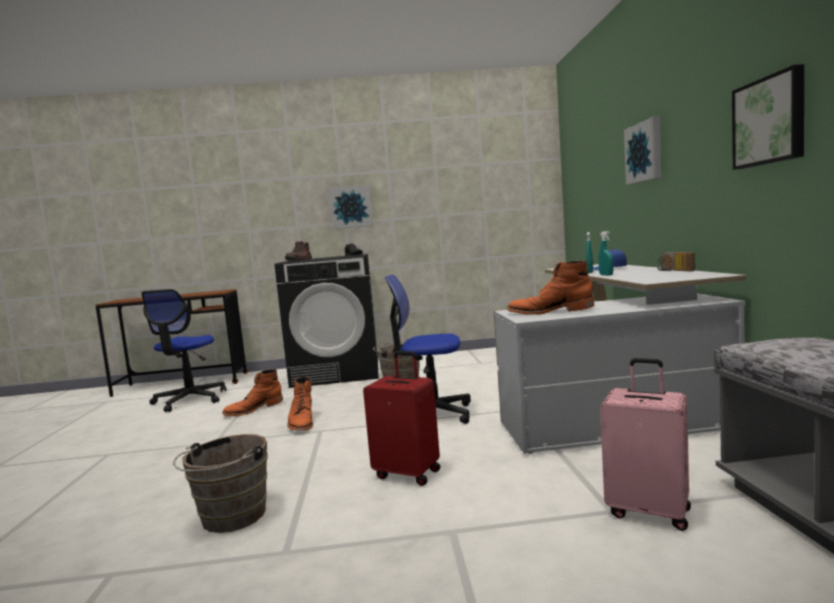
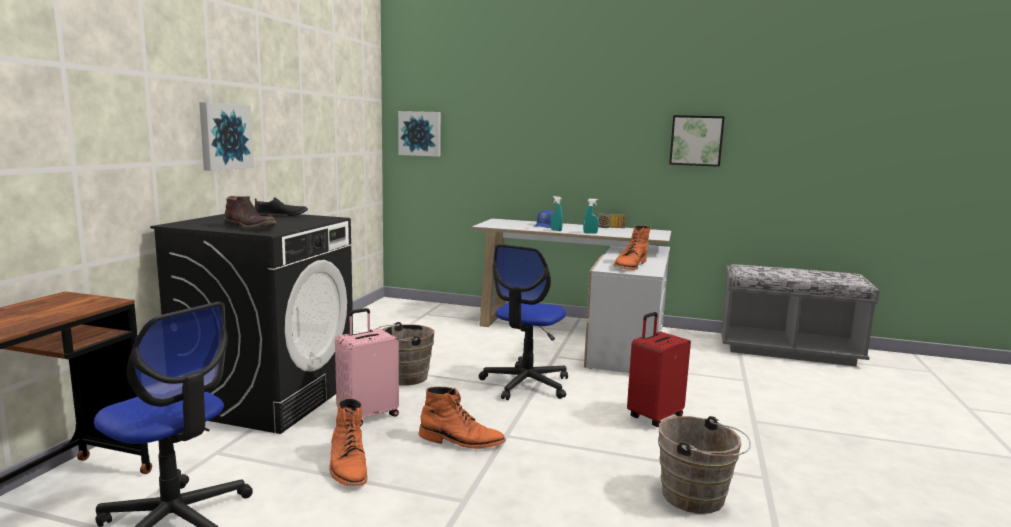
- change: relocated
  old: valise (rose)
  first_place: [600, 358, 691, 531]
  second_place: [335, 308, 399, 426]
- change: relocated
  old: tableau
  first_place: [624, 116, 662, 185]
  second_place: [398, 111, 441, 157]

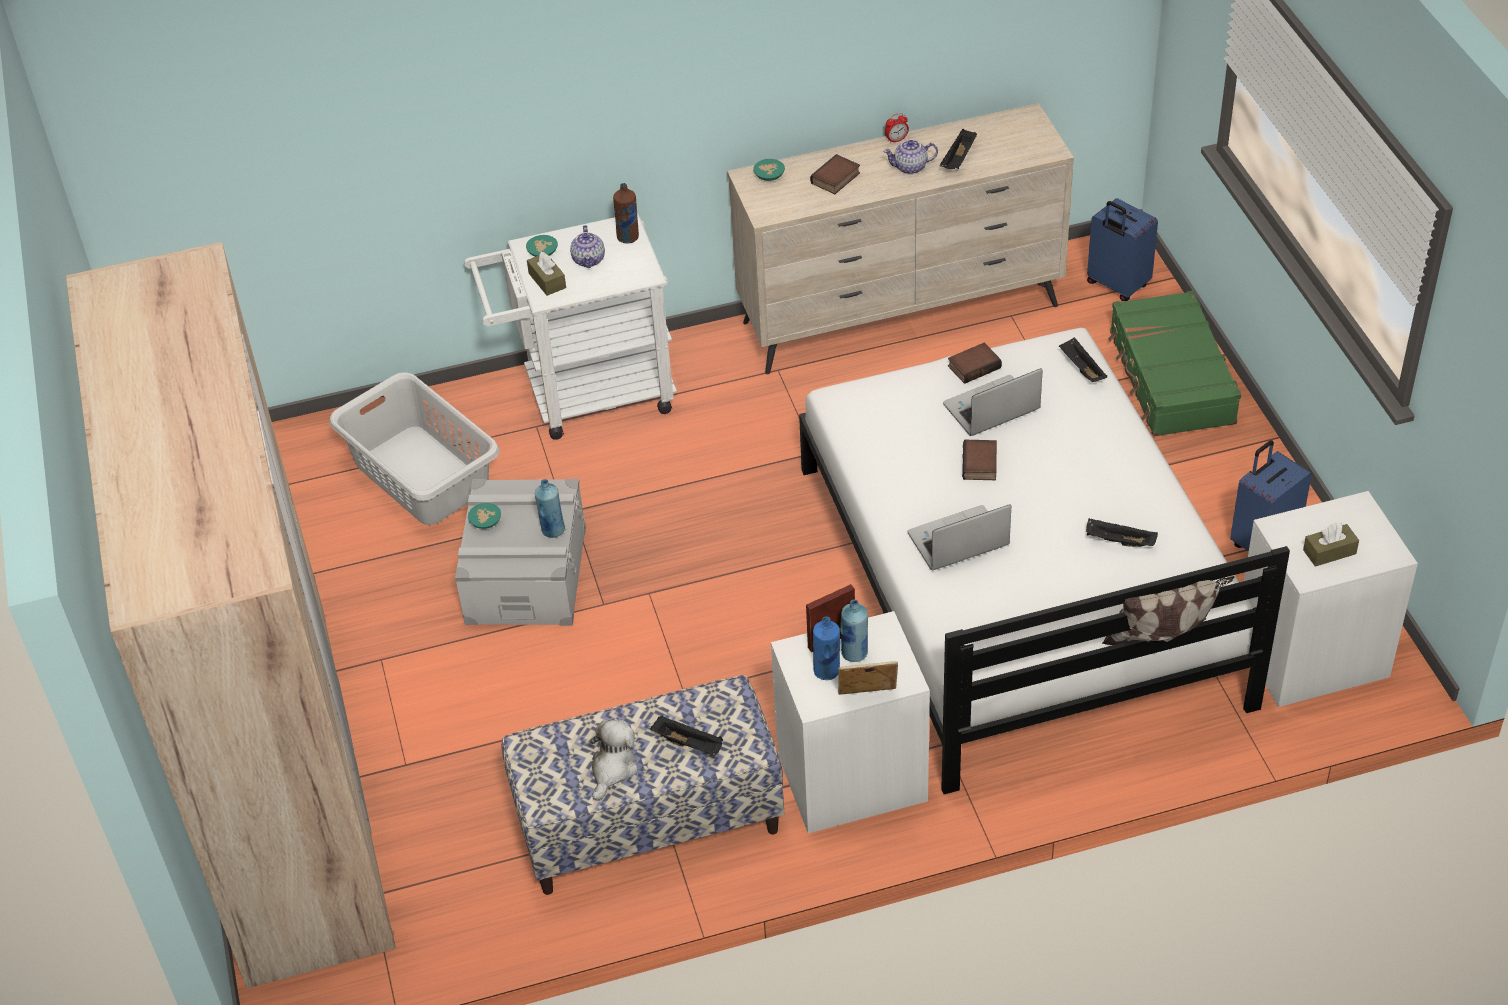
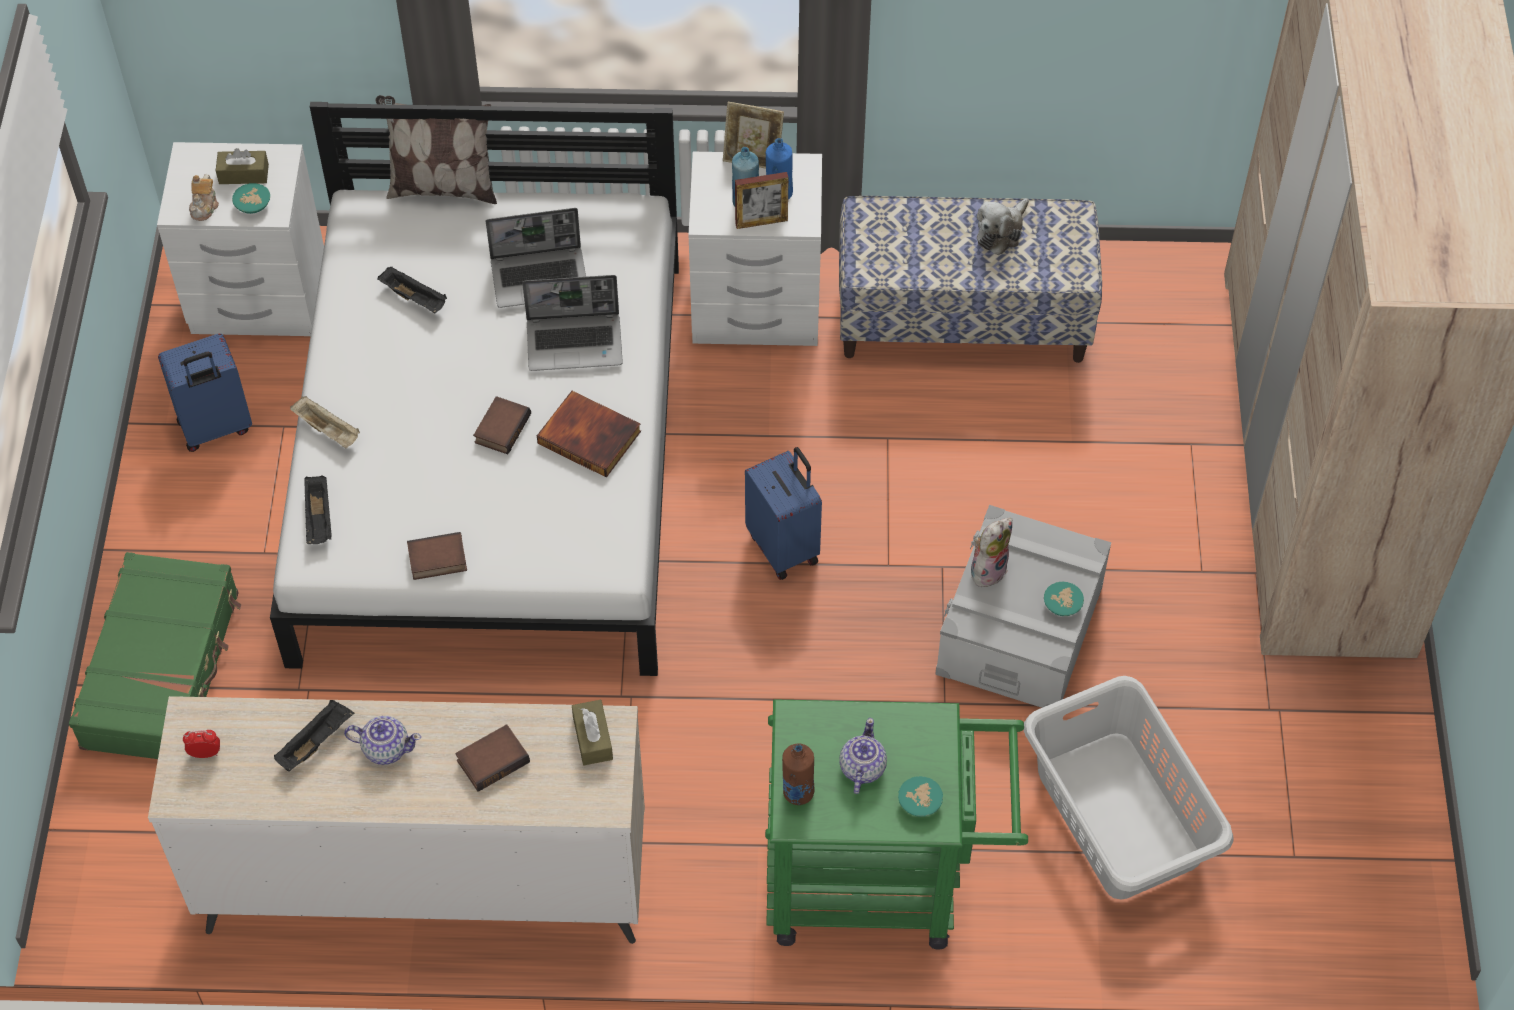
- change: relocated
  old: réveil
  first_place: [885, 113, 909, 144]
  second_place: [183, 730, 220, 758]
- change: appeared
  new: théière
  second_place: [189, 174, 219, 221]
- change: relocated
  old: bol (turquoise)
  first_place: [753, 159, 785, 181]
  second_place: [232, 183, 270, 214]
- change: appeared
  new: plateau (beige)
  second_place: [290, 396, 360, 448]
- change: relocated
  old: ordinateur portable
  first_place: [943, 368, 1043, 436]
  second_place: [486, 208, 586, 308]
- change: appeared
  new: livre
  second_place: [537, 391, 641, 478]
- change: relocated
  old: boîte à mouchoirs (marron)
  first_place: [527, 251, 566, 296]
  second_place: [572, 700, 613, 765]
- change: relocated
  old: valise (bleu)
  first_place: [1087, 198, 1158, 301]
  second_place: [745, 447, 822, 580]
- change: colour
  old: chariot (blanc)
  new: chariot (vert)
  first_place: [464, 213, 677, 440]
  second_place: [765, 699, 1028, 949]
- change: exchanged
  old: bouteille (bleu)
  new: peluche
  first_place: [535, 479, 565, 538]
  second_place: [971, 518, 1012, 587]
- change: missing
  old: plateau (noir)
  first_place: [650, 715, 723, 756]

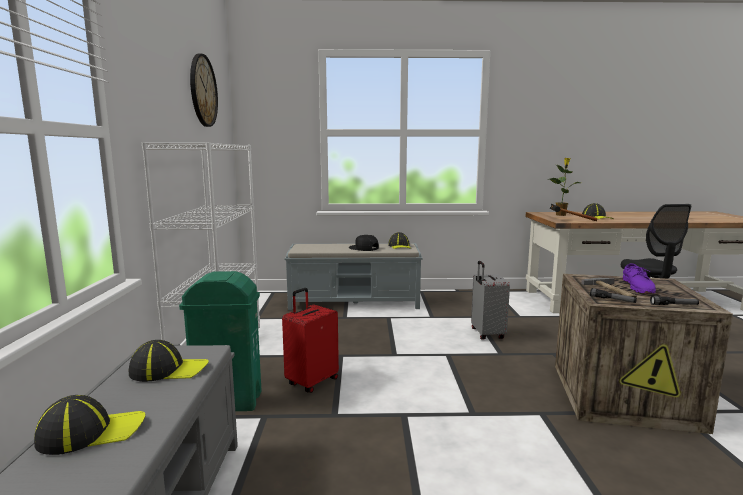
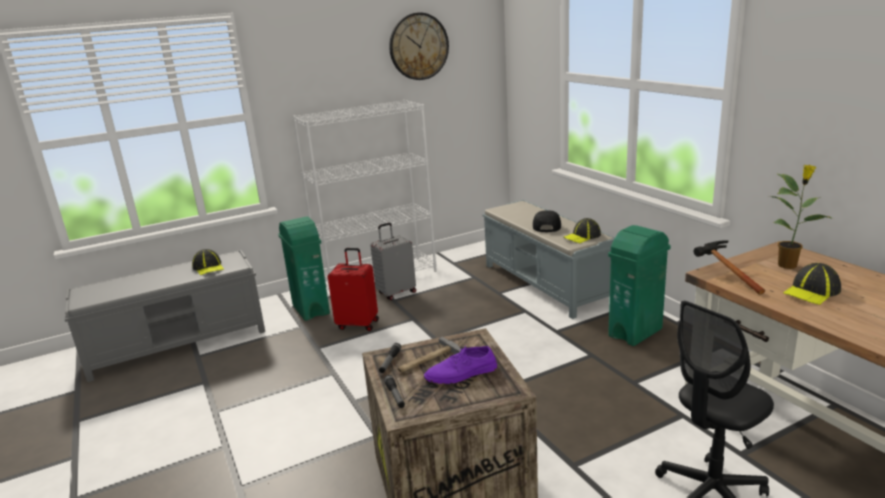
- change: relocated
  old: valise (gris)
  first_place: [471, 261, 510, 340]
  second_place: [370, 223, 416, 300]
- change: appeared
  new: poubelle (vert)
  second_place: [608, 225, 671, 346]
- change: missing
  old: casquette
  first_place: [34, 395, 145, 455]

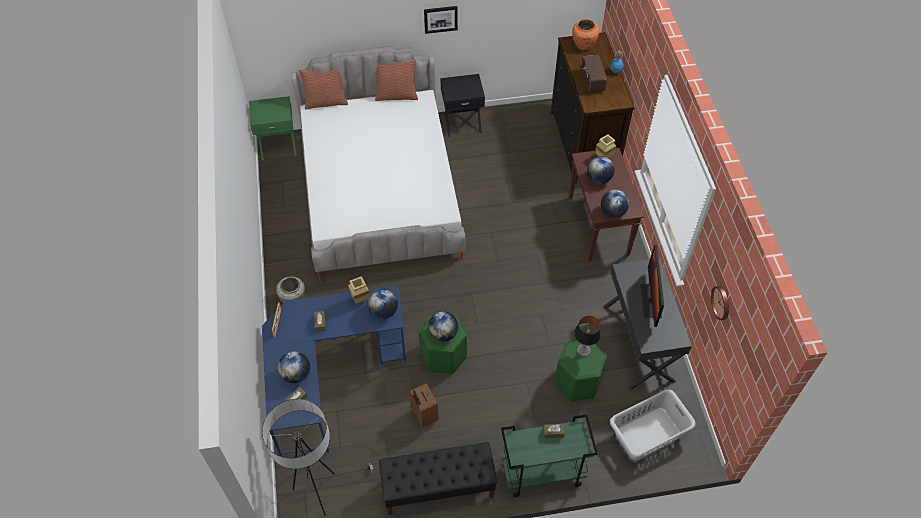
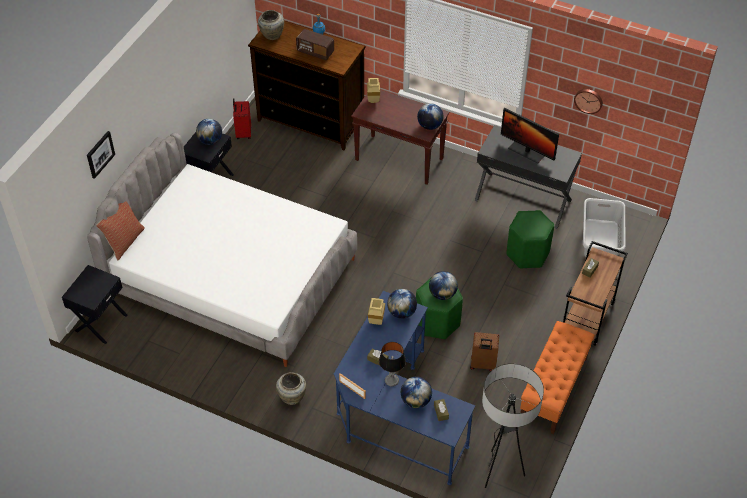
- change: colour
  old: table de chevet (vert)
  new: table de chevet (noir)
  first_place: [249, 96, 297, 160]
  second_place: [62, 265, 128, 344]
- change: relocated
  old: tableau
  first_place: [424, 6, 458, 34]
  second_place: [87, 131, 115, 179]
- change: relocated
  old: globe
  first_place: [587, 156, 615, 184]
  second_place: [196, 119, 222, 145]
- change: appeared
  new: valise (rouge)
  second_place: [233, 98, 251, 139]
- change: colour
  old: vase (orange)
  new: vase (beige)
  first_place: [572, 19, 599, 50]
  second_place: [258, 10, 284, 40]
- change: relocated
  old: lampe de table
  first_place: [574, 316, 601, 357]
  second_place: [379, 342, 406, 387]
- change: colour
  old: banc (noir)
  new: banc (orange)
  first_place: [379, 442, 497, 515]
  second_place: [520, 321, 594, 434]
- change: colour
  old: chariot (vert)
  new: chariot (marron)
  first_place: [501, 414, 598, 497]
  second_place: [563, 241, 628, 346]
- change: missing
  old: coussin
  first_place: [375, 60, 418, 101]

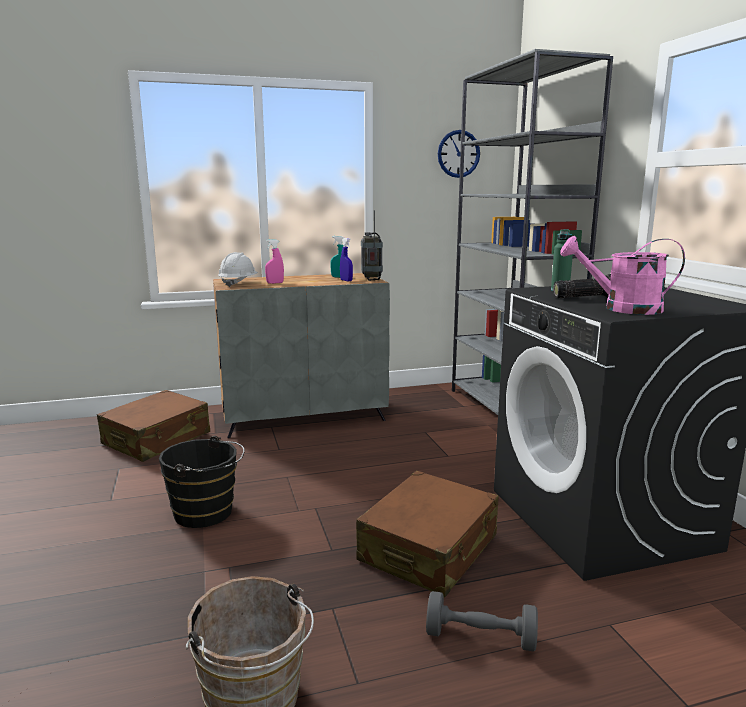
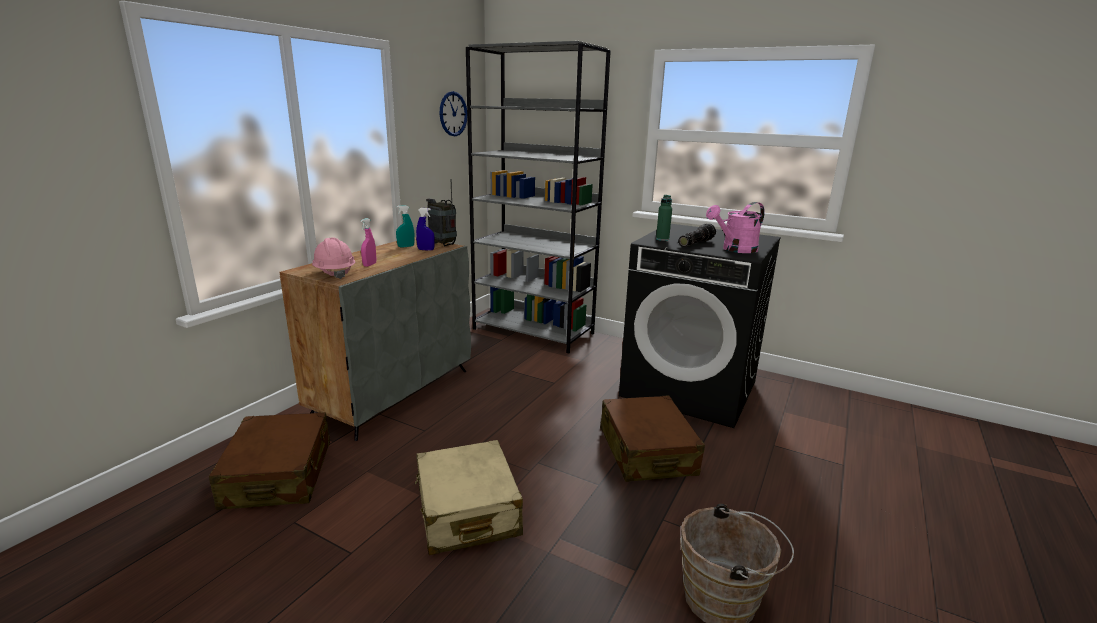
- change: colour
  old: casque de chantier (blanc)
  new: casque de chantier (rose)
  first_place: [218, 252, 258, 287]
  second_place: [312, 237, 355, 279]
- change: exchanged
  old: seau (noir)
  new: valise (beige)
  first_place: [159, 436, 245, 528]
  second_place: [415, 440, 523, 555]
- change: missing
  old: haltère (gris)
  first_place: [426, 591, 538, 652]

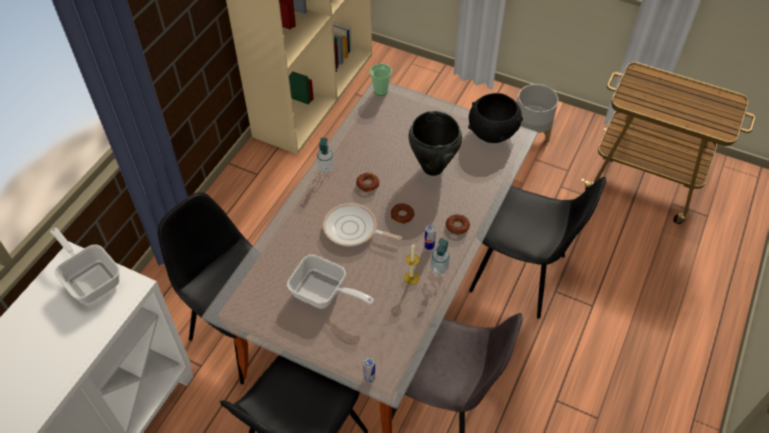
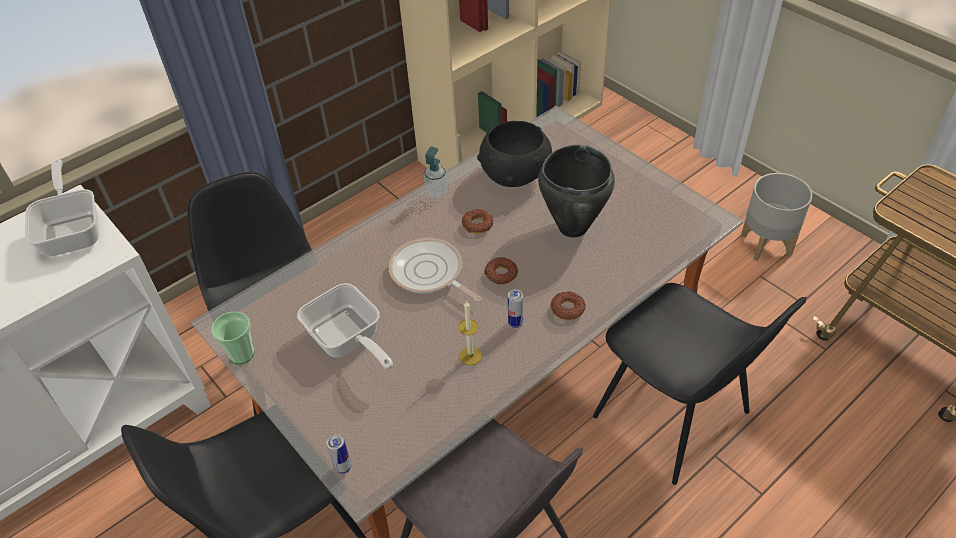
- change: relocated
  old: tasse
  first_place: [370, 64, 392, 96]
  second_place: [211, 312, 254, 364]
- change: relocated
  old: bol (noir)
  first_place: [468, 93, 523, 143]
  second_place: [477, 121, 552, 187]
- change: missing
  old: distributeur de savon
  first_place: [431, 238, 450, 274]

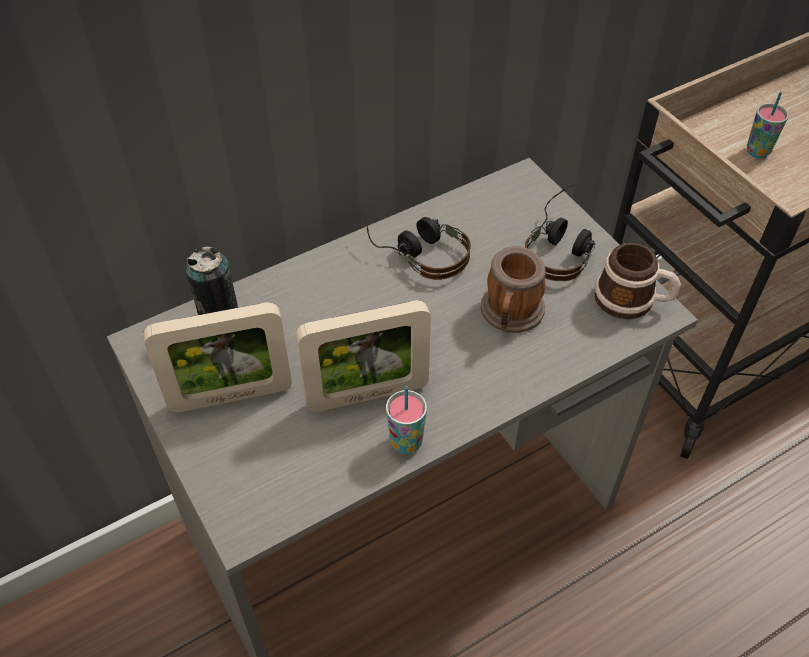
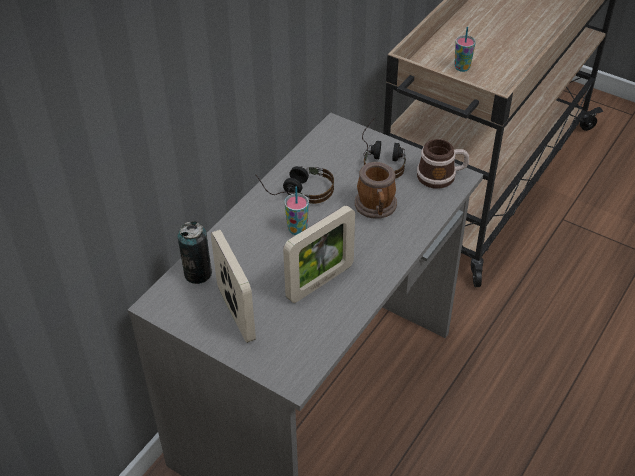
- change: spun
  old: cadre photo
  first_place: [144, 302, 292, 412]
  second_place: [211, 230, 256, 343]
  degrees: -75
- change: relocated
  old: tasse
  first_place: [386, 386, 427, 454]
  second_place: [284, 187, 309, 235]

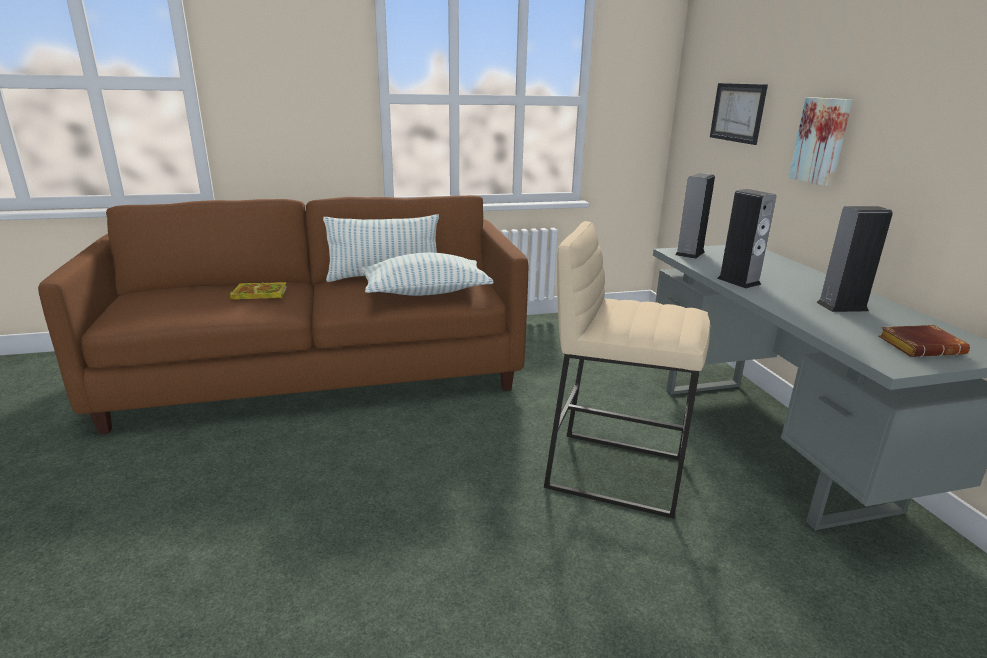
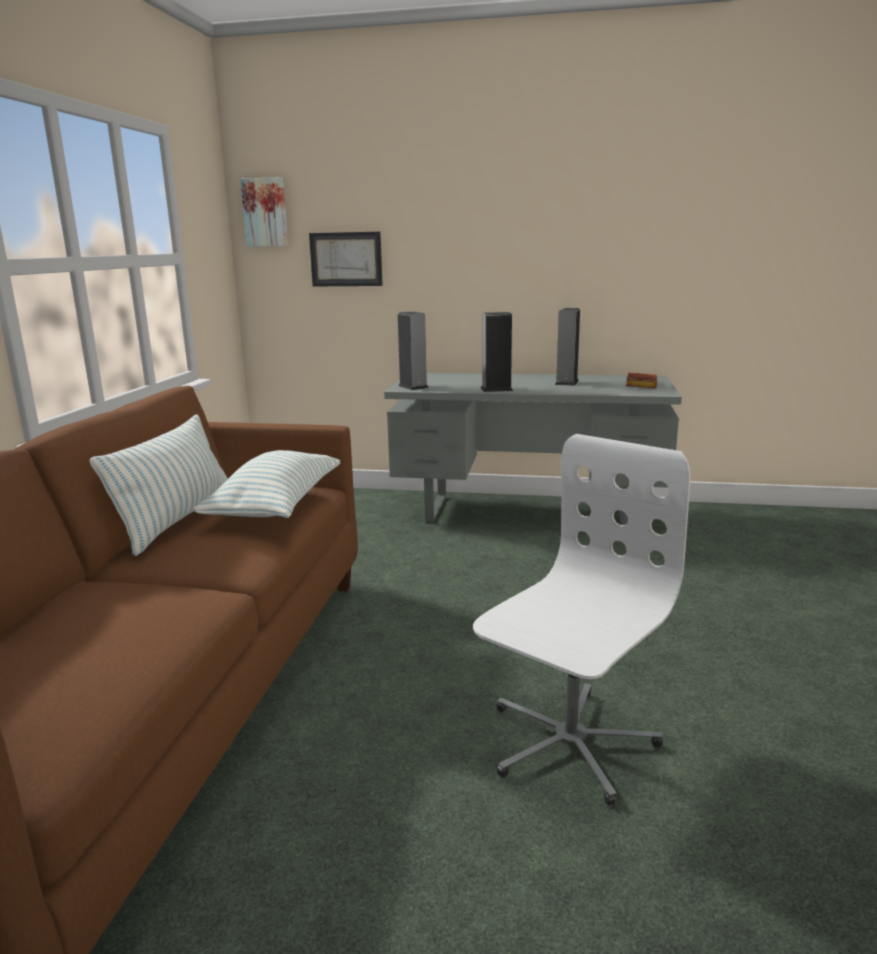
- change: relocated
  old: tableau
  first_place: [789, 97, 853, 186]
  second_place: [240, 177, 288, 247]
- change: appeared
  new: chaise de bureau (blanc)
  second_place: [473, 434, 690, 806]
- change: missing
  old: livre
  first_place: [230, 282, 287, 299]
- change: missing
  old: tabouret (beige)
  first_place: [544, 221, 710, 519]

